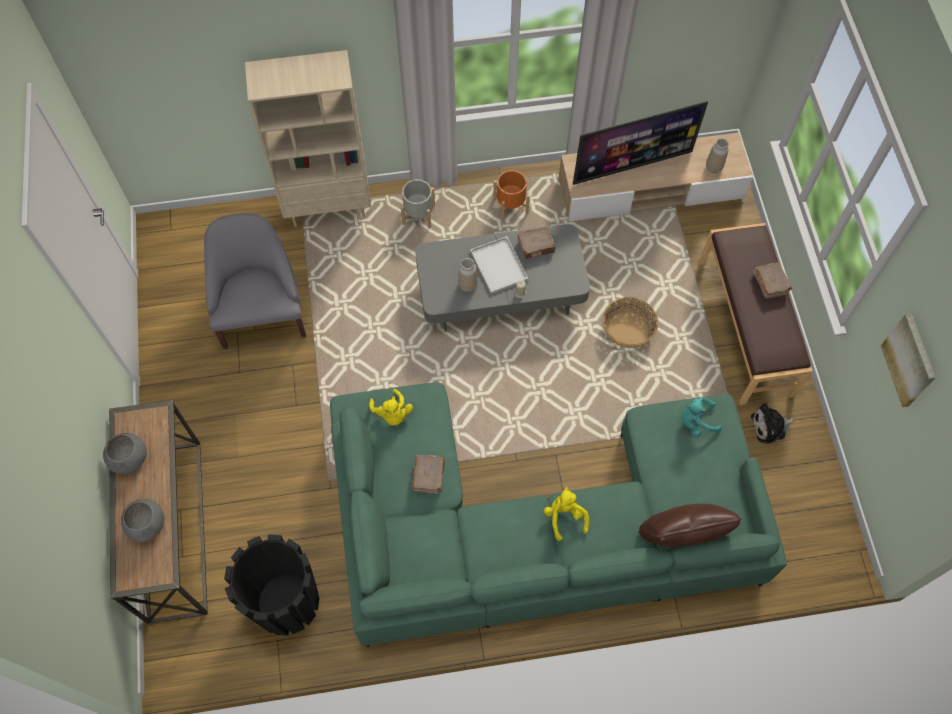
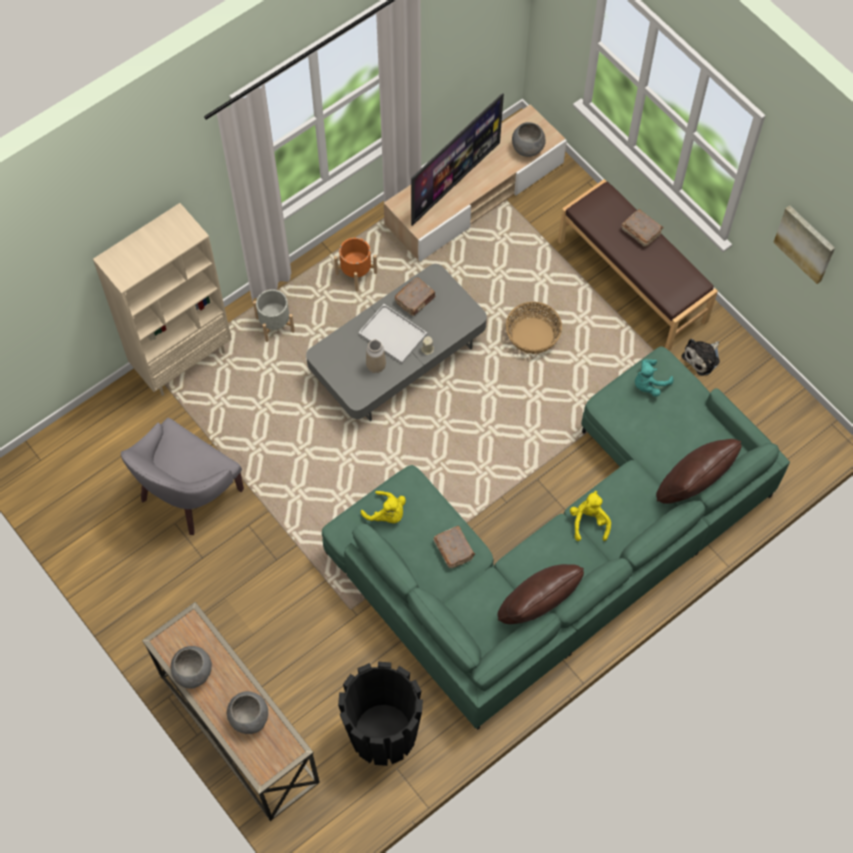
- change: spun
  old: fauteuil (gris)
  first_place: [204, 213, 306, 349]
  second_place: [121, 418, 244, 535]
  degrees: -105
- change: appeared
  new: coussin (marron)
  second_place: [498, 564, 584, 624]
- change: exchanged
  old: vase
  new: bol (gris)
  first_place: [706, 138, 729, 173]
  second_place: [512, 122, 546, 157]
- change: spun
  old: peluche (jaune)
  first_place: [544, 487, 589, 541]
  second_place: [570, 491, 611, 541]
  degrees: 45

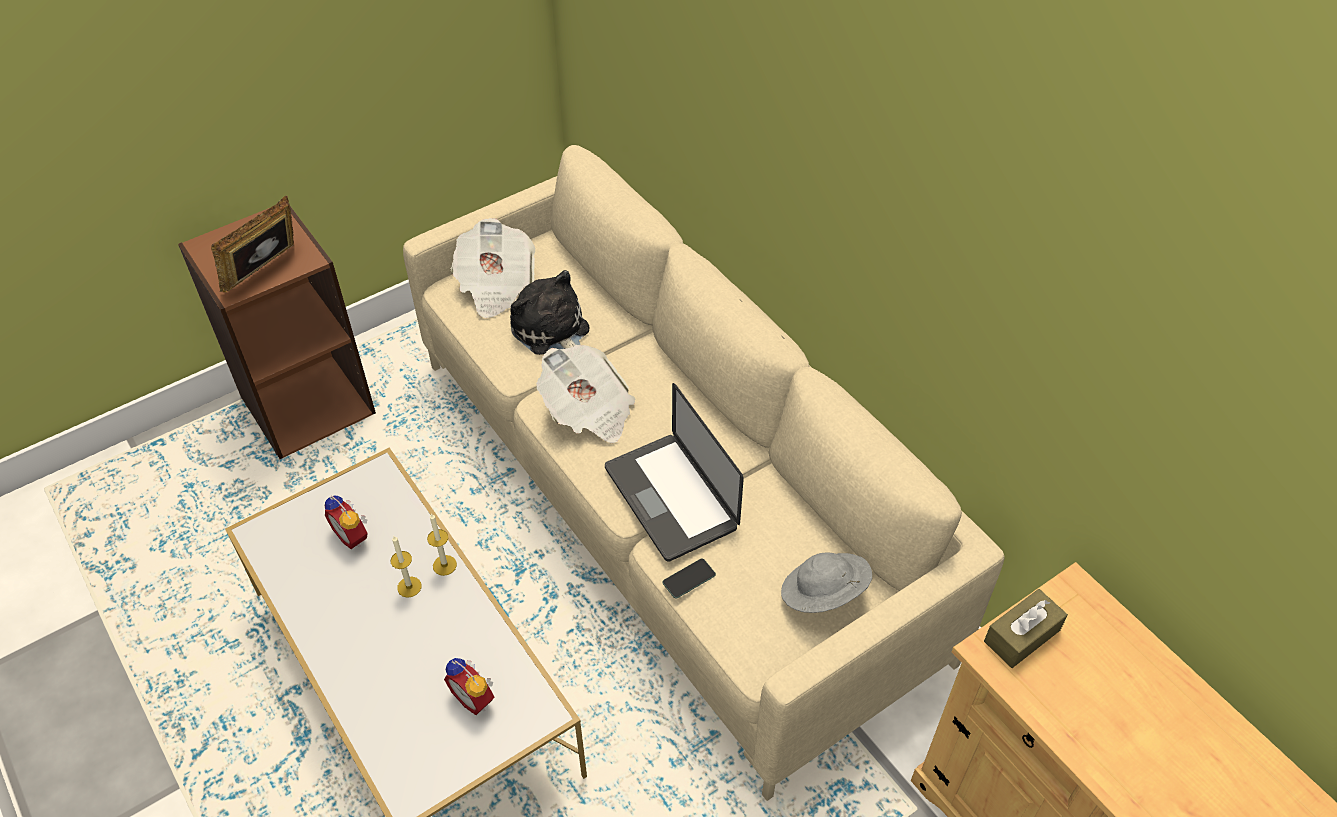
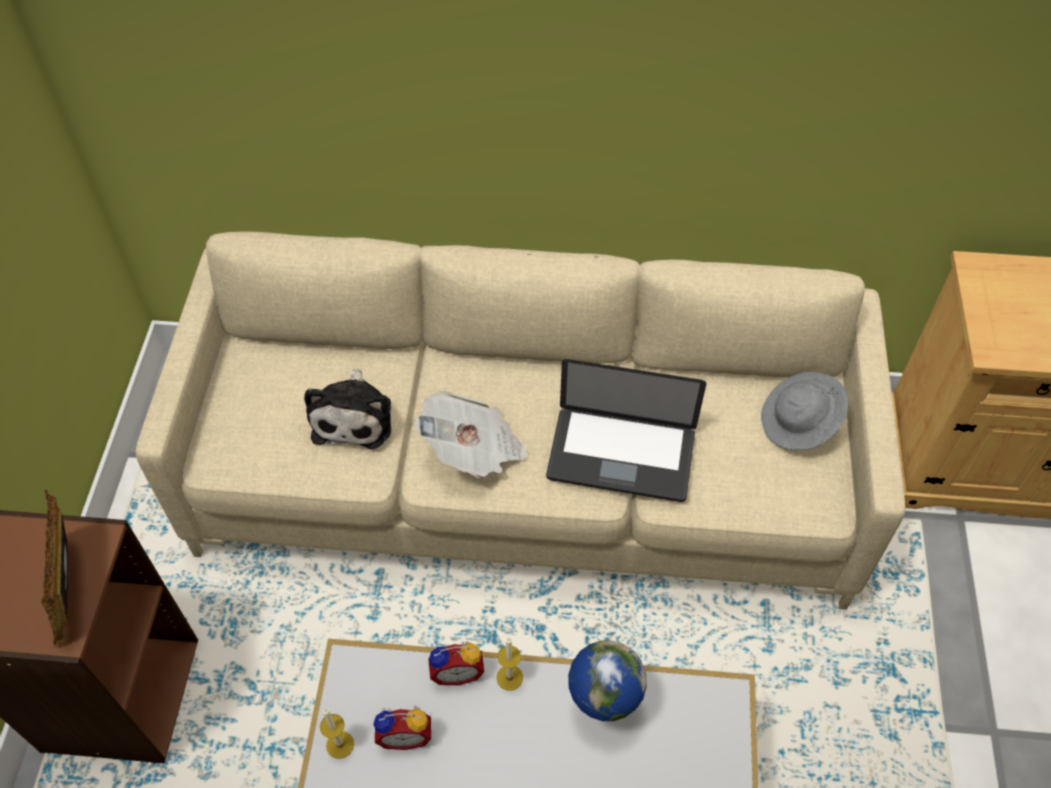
- change: spun
  old: peluche
  first_place: [510, 270, 590, 355]
  second_place: [304, 368, 391, 449]
  degrees: -90
- change: relocated
  old: bougie
  first_place: [391, 536, 422, 598]
  second_place: [320, 708, 354, 759]
- change: relocated
  old: réveil
  first_place: [444, 658, 495, 715]
  second_place: [428, 641, 484, 685]
- change: appeared
  new: globe
  second_place: [568, 641, 647, 721]
- change: missing
  old: journal
  first_place: [451, 218, 535, 318]
- change: missing
  old: téléphone
  first_place: [662, 559, 716, 598]
- change: missing
  old: boîte à mouchoirs (marron)
  first_place: [984, 589, 1068, 668]

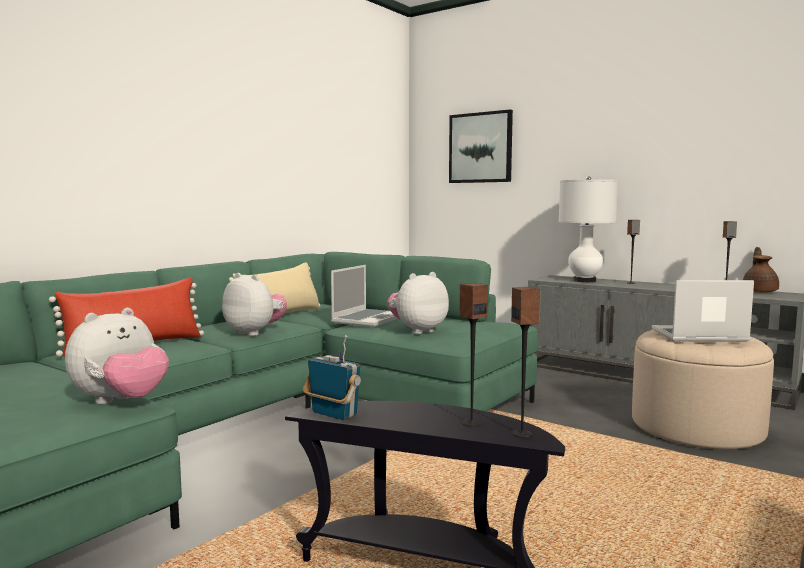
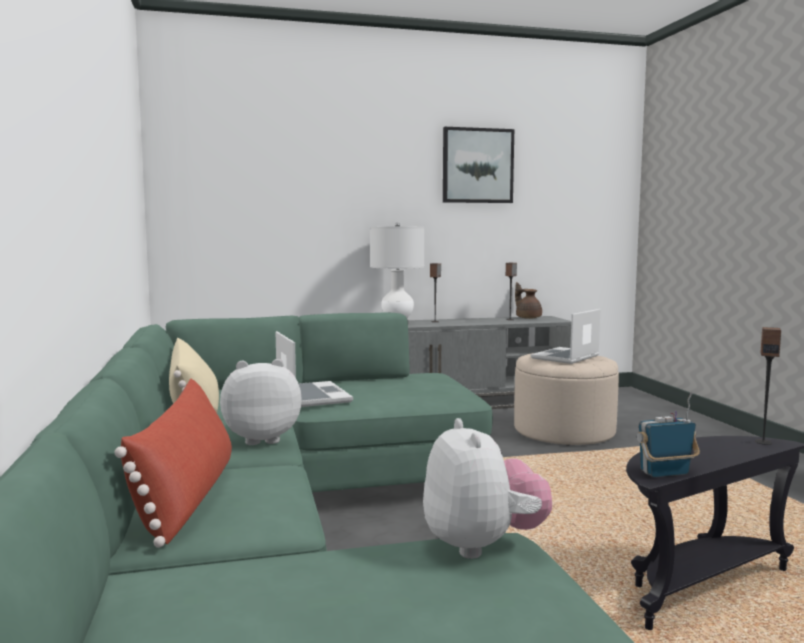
- change: relocated
  old: tableau
  first_place: [449, 110, 513, 183]
  second_place: [443, 127, 514, 203]
- change: missing
  old: peluche
  first_place: [387, 272, 449, 334]
- change: missing
  old: enceinte
  first_place: [459, 283, 488, 427]

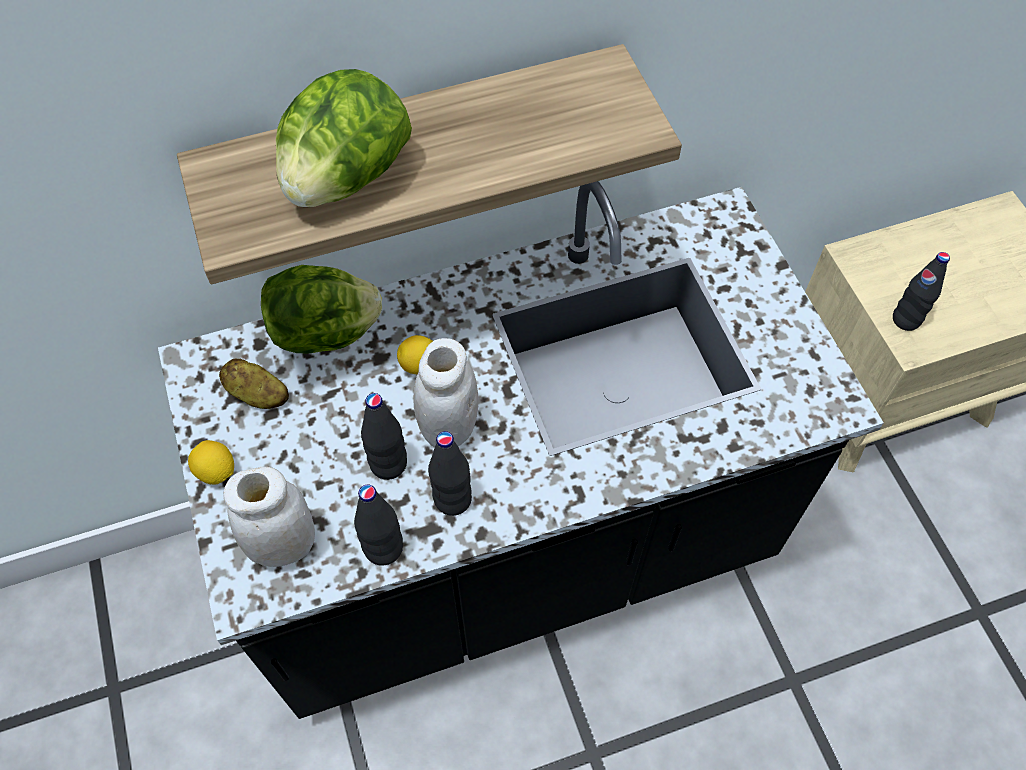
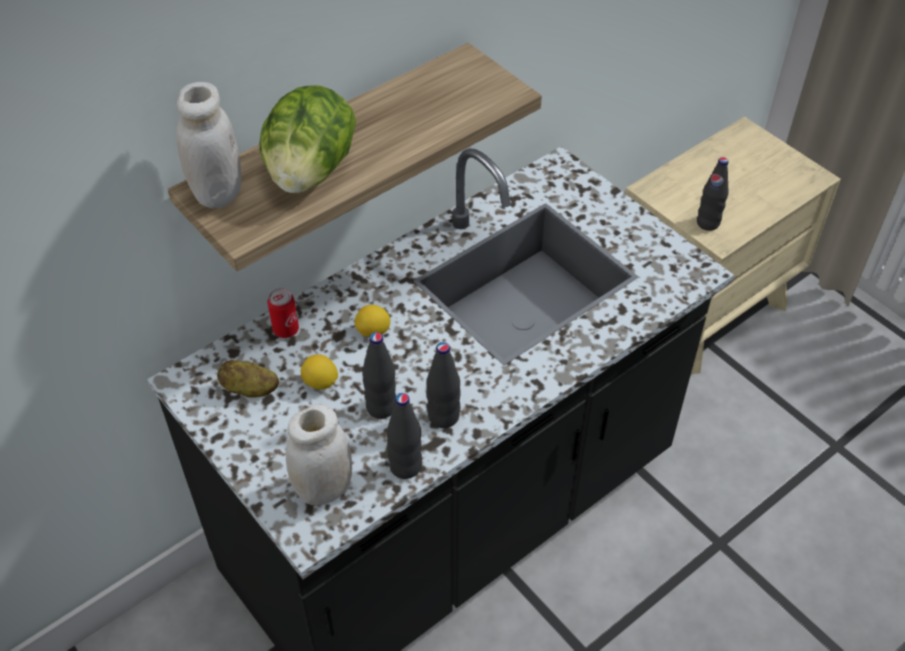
- change: relocated
  old: bocal (blanc)
  first_place: [414, 338, 478, 447]
  second_place: [177, 82, 241, 209]
- change: exchanged
  old: laitue
  new: boîte métallique
  first_place: [261, 265, 382, 354]
  second_place: [267, 288, 299, 338]
- change: relocated
  old: citron
  first_place: [188, 440, 234, 485]
  second_place: [301, 355, 338, 390]

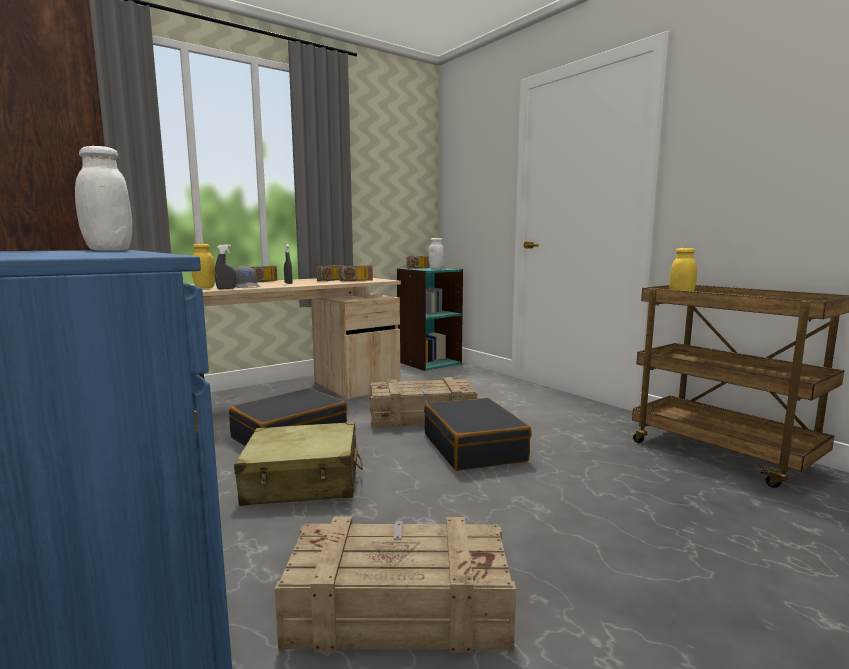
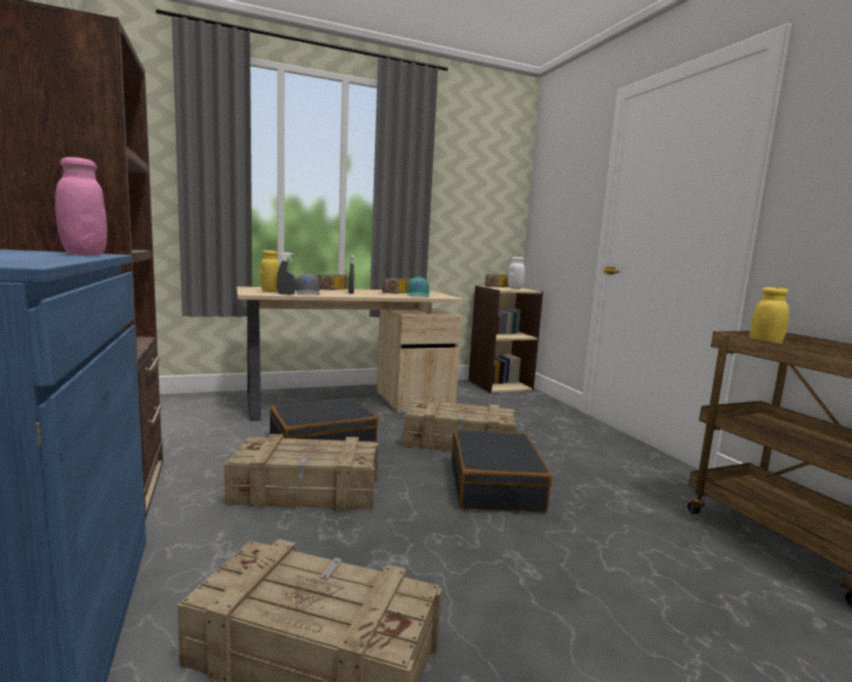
- change: colour
  old: bocal (blanc)
  new: bocal (rose)
  first_place: [75, 146, 132, 251]
  second_place: [55, 157, 107, 255]
- change: exchanged
  old: valise (beige)
  new: caisse
  first_place: [234, 422, 363, 506]
  second_place: [224, 434, 378, 510]
- change: exchanged
  old: radio
  new: casquette (turquoise)
  first_place: [338, 266, 373, 281]
  second_place: [407, 277, 429, 297]
- change: colour
  old: bibliothèque (turquoise)
  new: bibliothèque (beige)
  first_place: [397, 268, 463, 371]
  second_place: [468, 286, 543, 393]

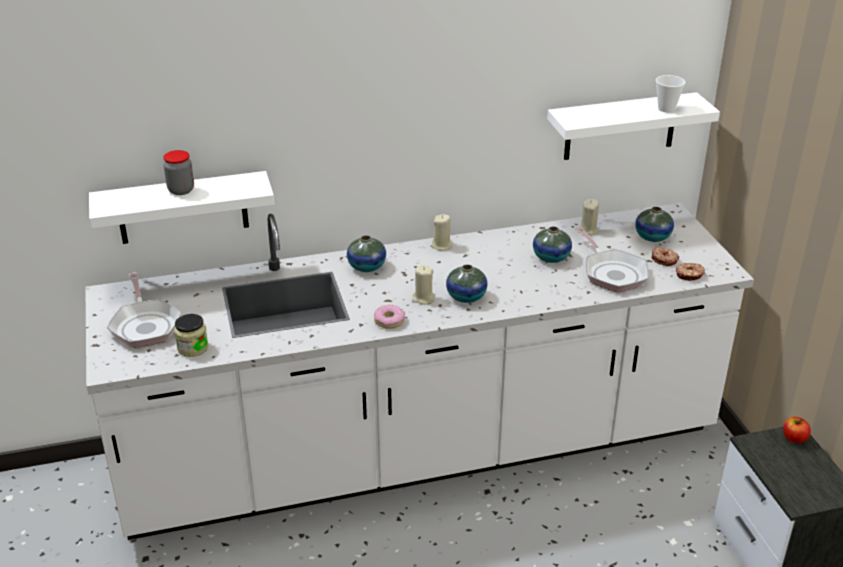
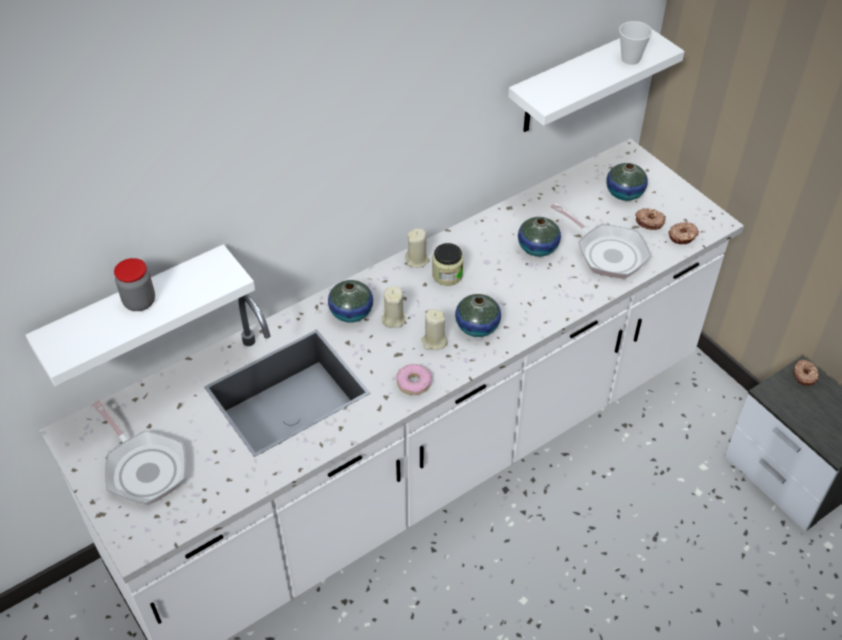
- change: relocated
  old: bougie (beige)
  first_place: [579, 199, 599, 235]
  second_place: [382, 286, 406, 328]
- change: relocated
  old: bocal
  first_place: [174, 314, 208, 357]
  second_place: [432, 243, 464, 286]
- change: exchanged
  old: pomme
  new: beignet
  first_place: [783, 417, 811, 444]
  second_place: [793, 360, 819, 386]

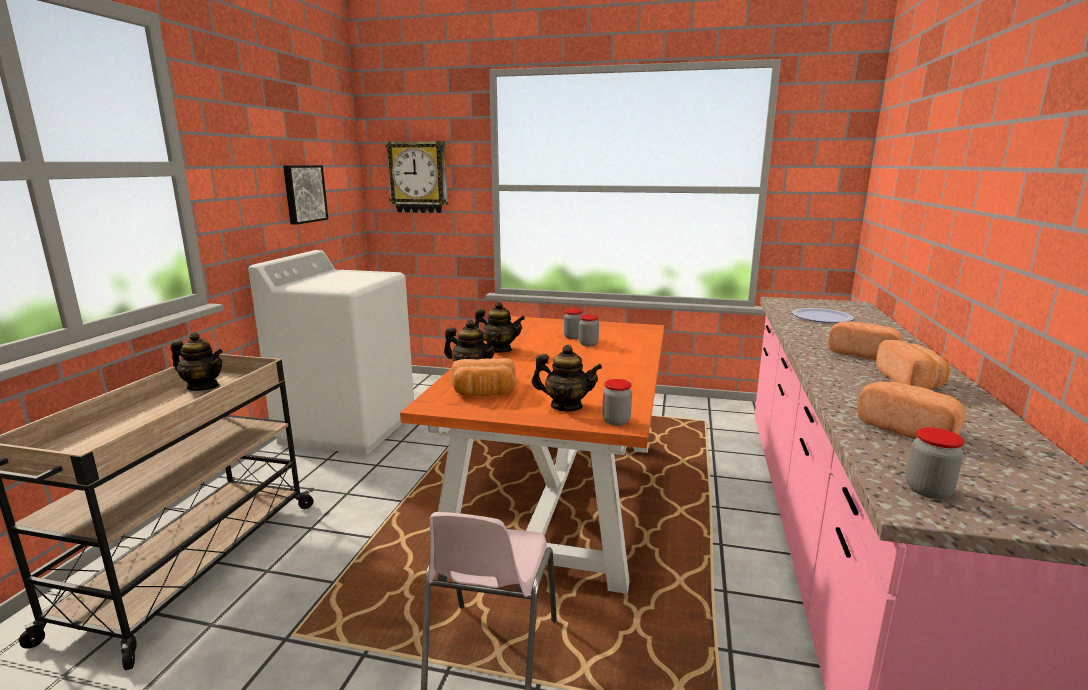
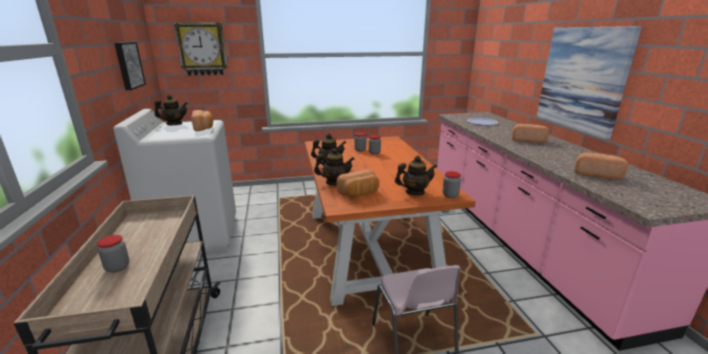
- change: relocated
  old: bocal
  first_place: [906, 427, 965, 499]
  second_place: [97, 235, 129, 273]
- change: relocated
  old: théière
  first_place: [171, 332, 223, 391]
  second_place: [154, 95, 188, 125]
- change: relocated
  old: pain
  first_place: [876, 340, 949, 389]
  second_place: [192, 110, 213, 131]
- change: appeared
  new: tableau
  second_place: [537, 26, 642, 140]

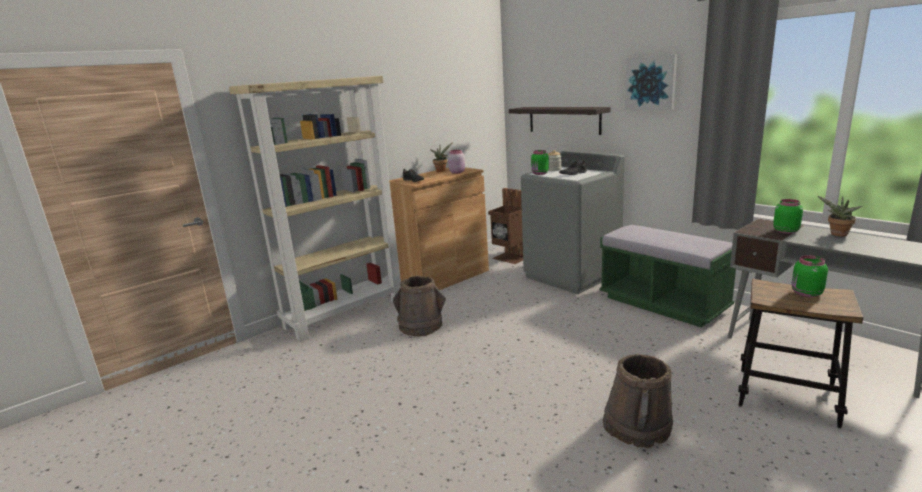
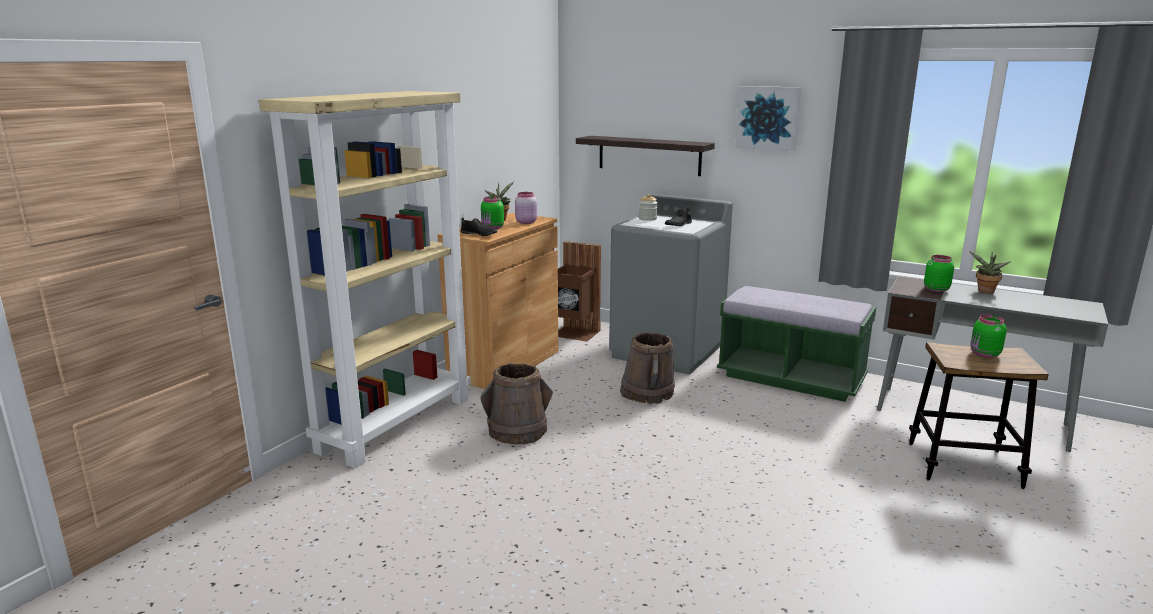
- change: relocated
  old: bocal (vert)
  first_place: [531, 150, 549, 175]
  second_place: [481, 196, 504, 229]
- change: relocated
  old: seau (marron)
  first_place: [603, 354, 673, 448]
  second_place: [620, 332, 675, 404]

